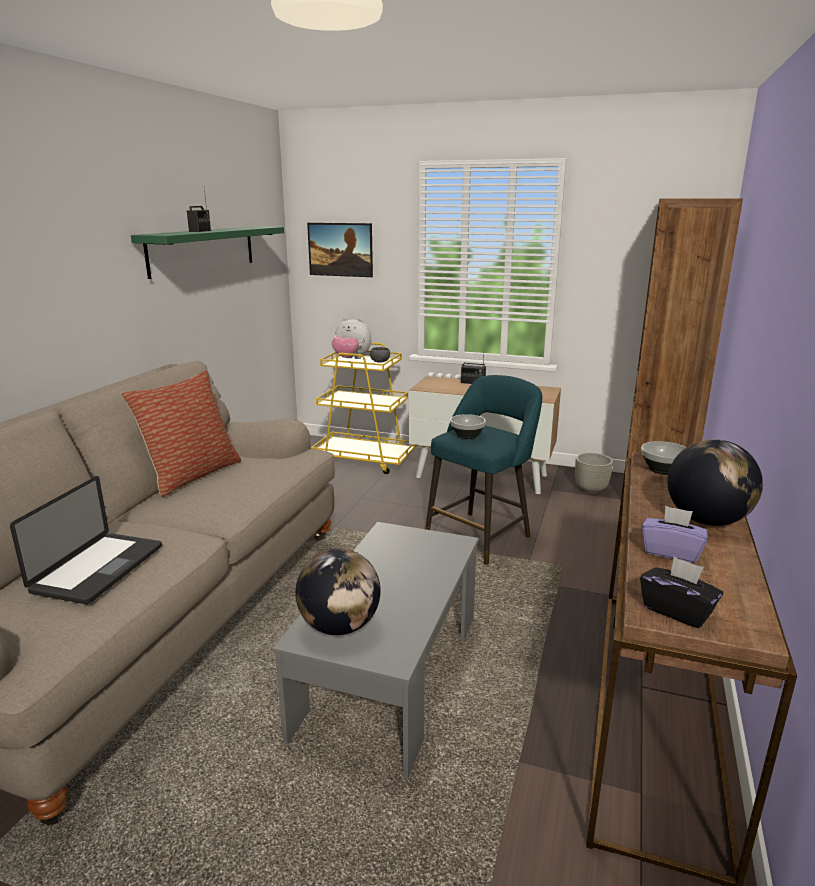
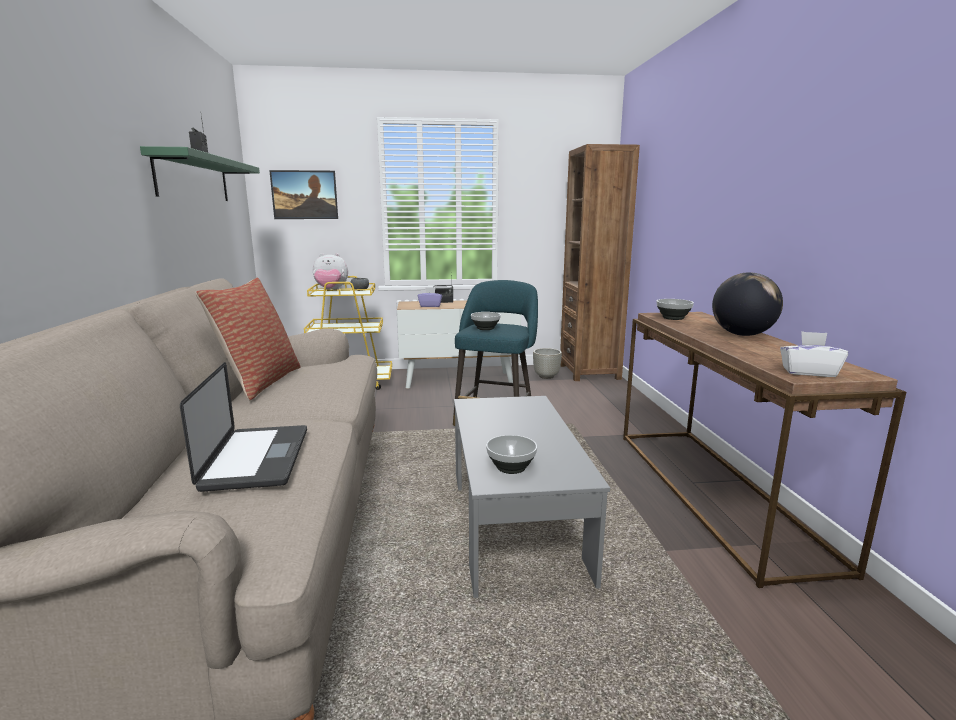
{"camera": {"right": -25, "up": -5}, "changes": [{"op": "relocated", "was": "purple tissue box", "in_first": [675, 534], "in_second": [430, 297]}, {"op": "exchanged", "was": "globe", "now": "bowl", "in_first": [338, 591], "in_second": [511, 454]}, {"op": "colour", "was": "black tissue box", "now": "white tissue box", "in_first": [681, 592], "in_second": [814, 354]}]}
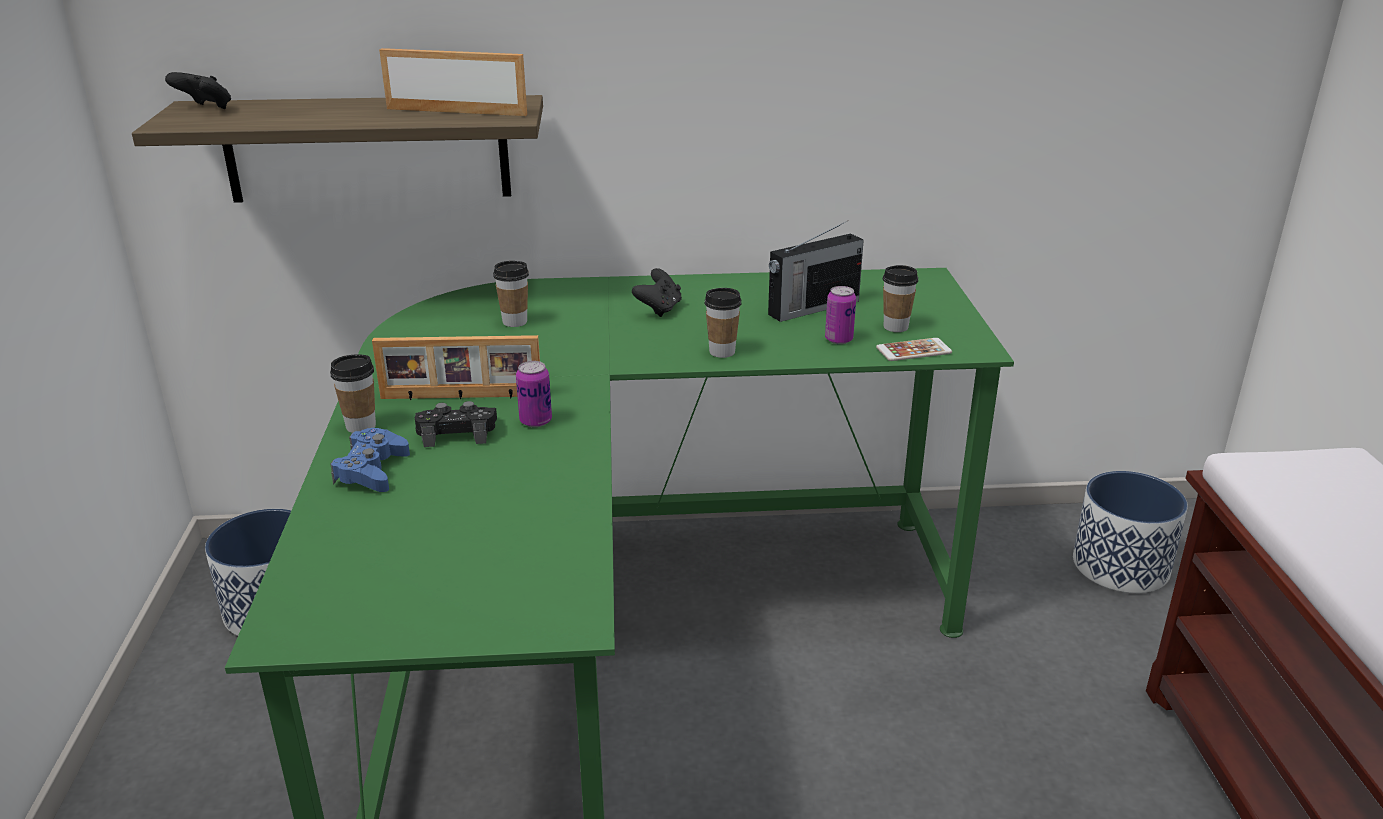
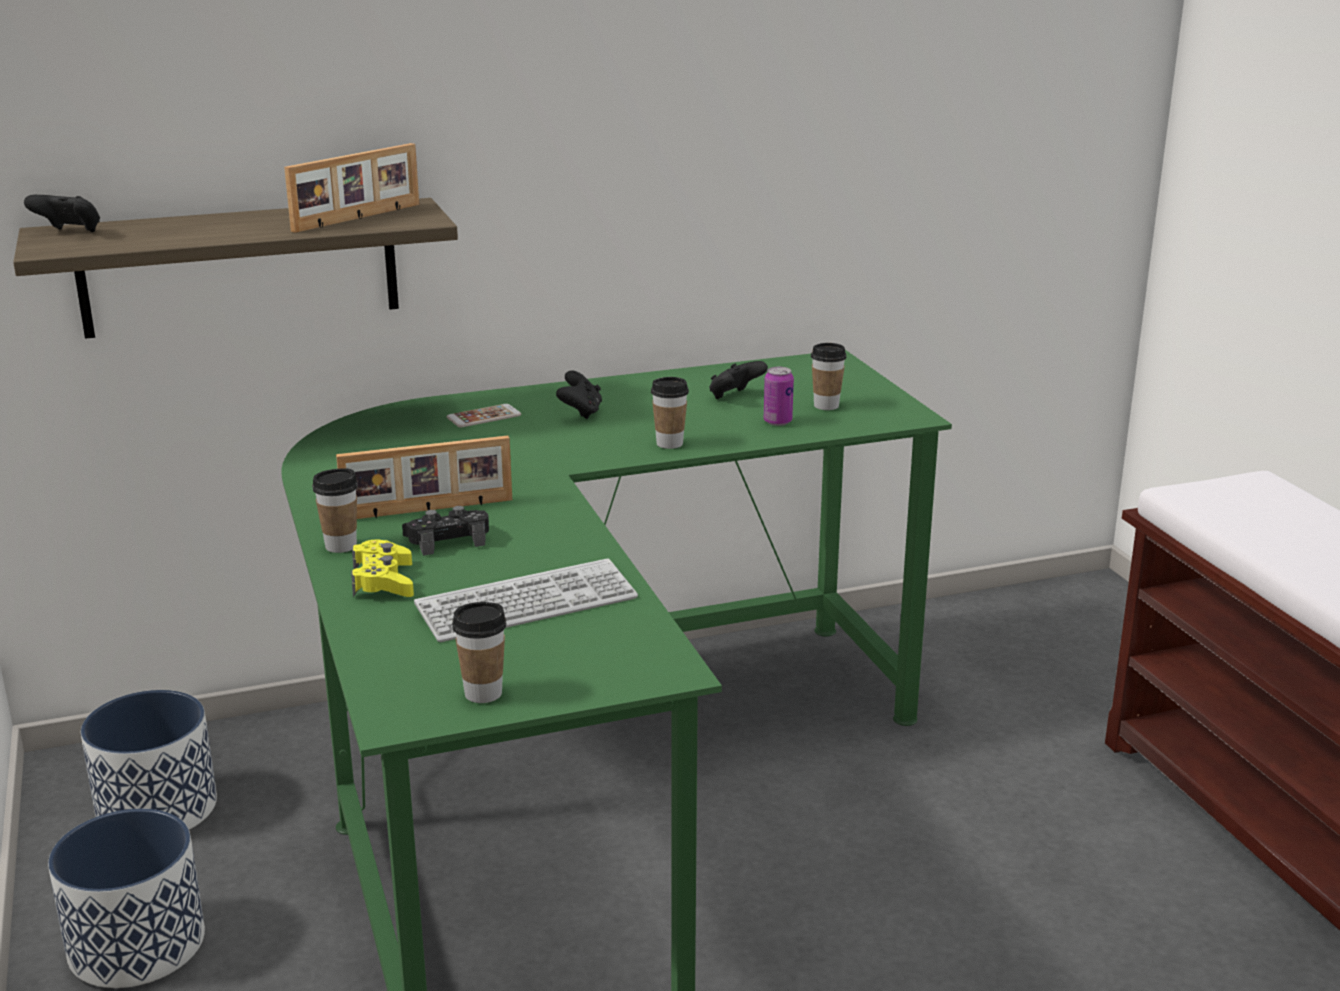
{"camera": {"right": -15, "up": -5}, "changes": [{"op": "relocated", "was": "planter", "in_first": [1130, 532], "in_second": [126, 898]}, {"op": "spun", "was": "picture frame", "in_first": [453, 82], "in_second": [351, 188], "clockwise": 135}, {"op": "colour", "was": "blue game controller", "now": "yellow game controller", "in_first": [370, 460], "in_second": [382, 568]}, {"op": "appeared", "now": "keyboard", "in_second": [526, 600]}, {"op": "relocated", "was": "phone", "in_first": [914, 349], "in_second": [484, 415]}, {"op": "relocated", "was": "cup", "in_first": [511, 294], "in_second": [479, 652]}, {"op": "exchanged", "was": "radio", "now": "black game controller", "in_first": [816, 271], "in_second": [738, 380]}, {"op": "missing", "was": "can", "in_first": [534, 394]}]}
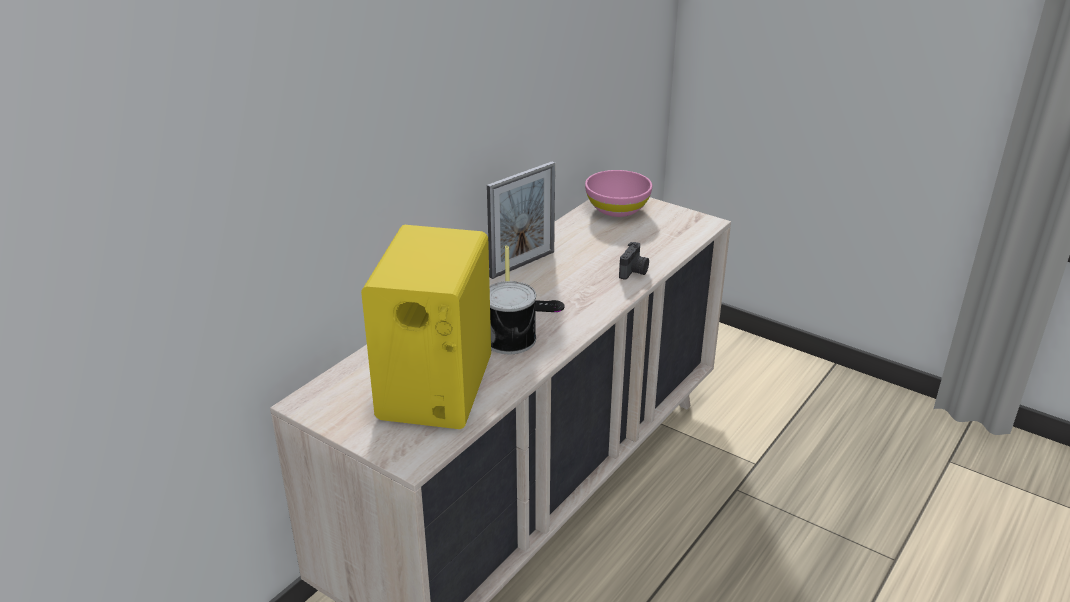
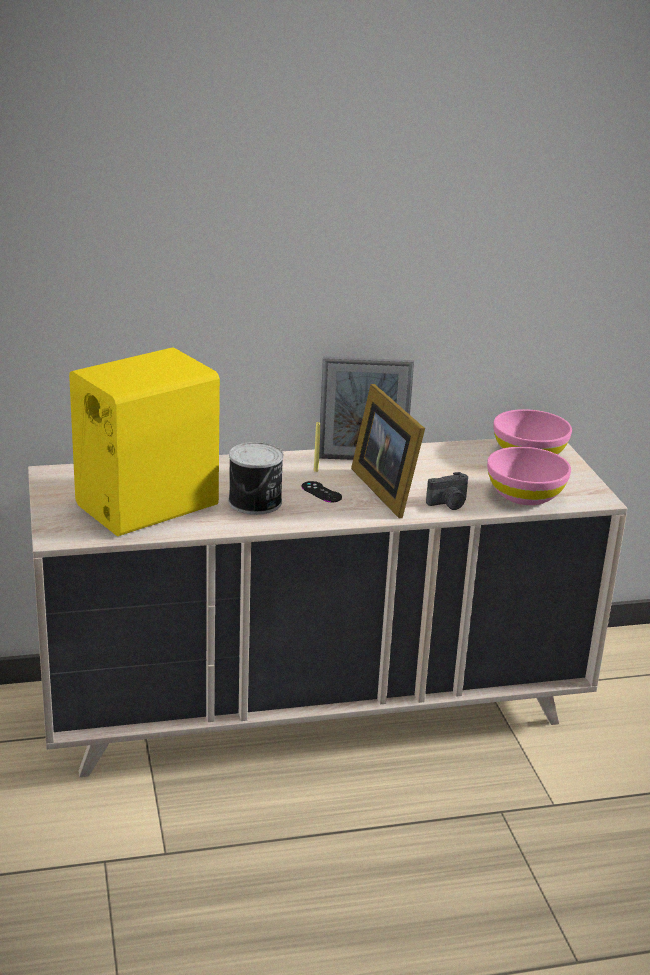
{"camera": {"right": 40, "up": -5}, "changes": [{"op": "appeared", "now": "picture frame", "in_second": [388, 451]}, {"op": "appeared", "now": "pink bowl", "in_second": [529, 476]}]}
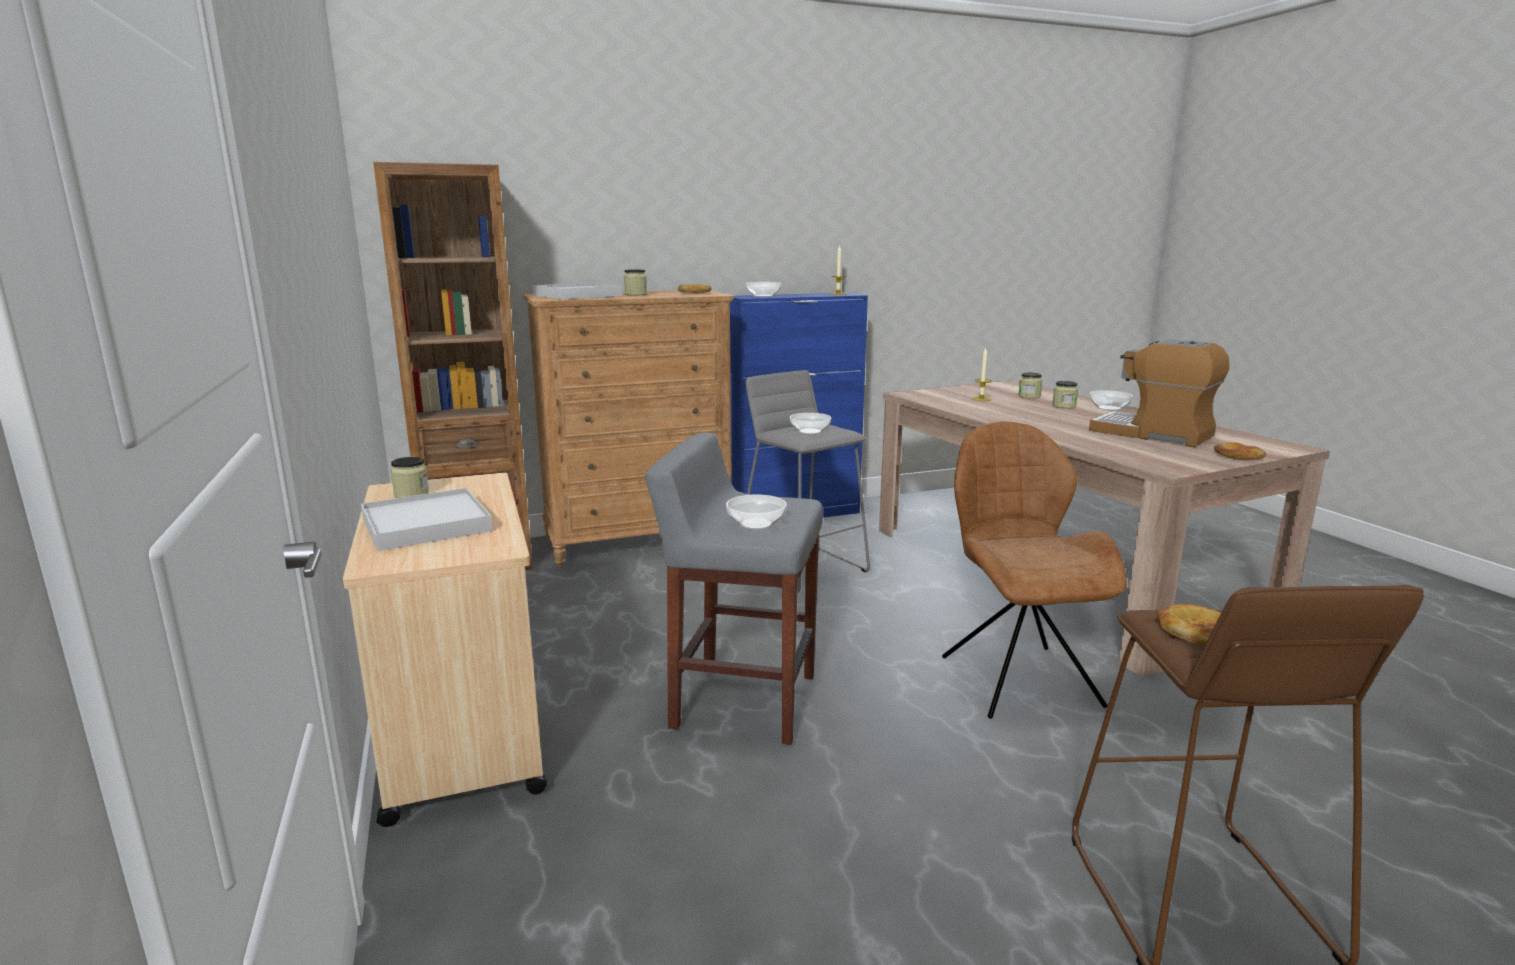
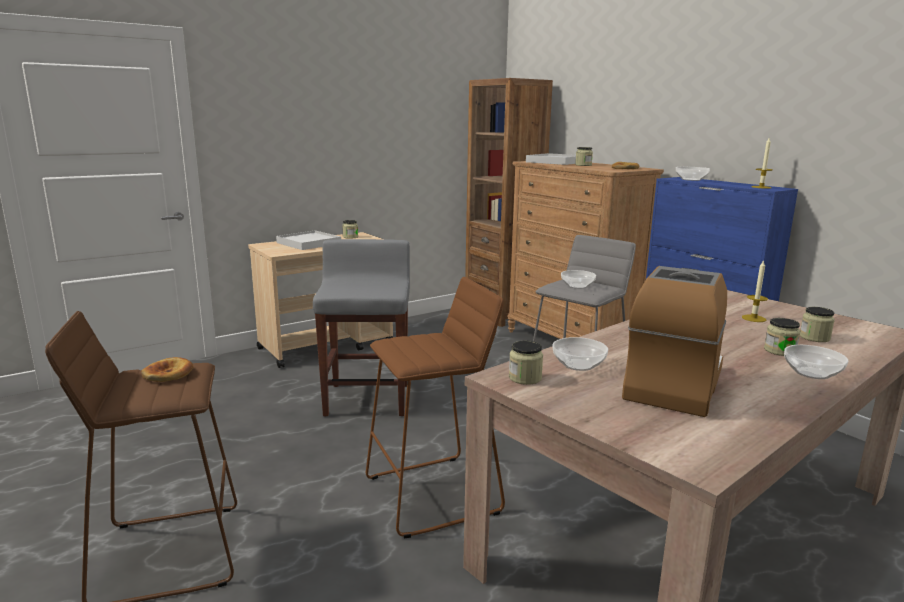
{"camera": {"right": 75, "up": 0}, "changes": [{"op": "exchanged", "was": "brown chair", "now": "brown stool", "in_first": [1034, 570], "in_second": [435, 407]}, {"op": "appeared", "now": "jar", "in_second": [526, 363]}, {"op": "relocated", "was": "bowl", "in_first": [756, 512], "in_second": [580, 354]}, {"op": "missing", "was": "bread", "in_first": [1240, 450]}]}
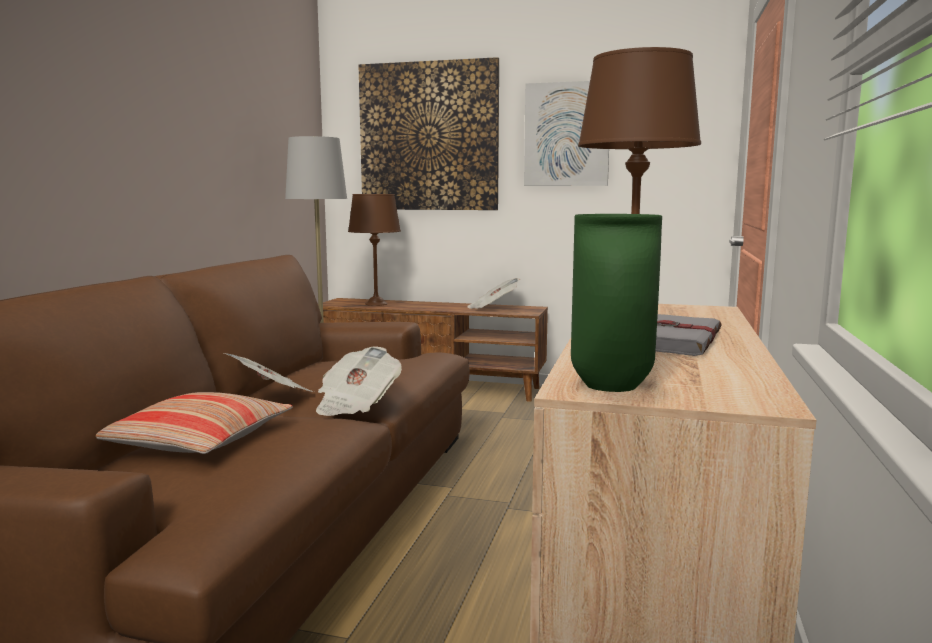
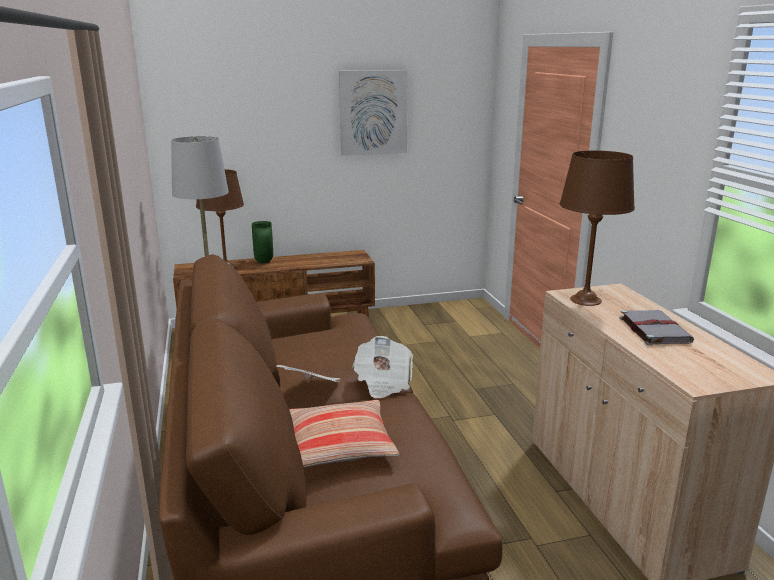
{"camera": {"right": -30, "up": 10}, "changes": [{"op": "relocated", "was": "green vase", "in_first": [616, 303], "in_second": [262, 242]}, {"op": "missing", "was": "picture", "in_first": [428, 133]}, {"op": "missing", "was": "newspaper", "in_first": [493, 293]}]}
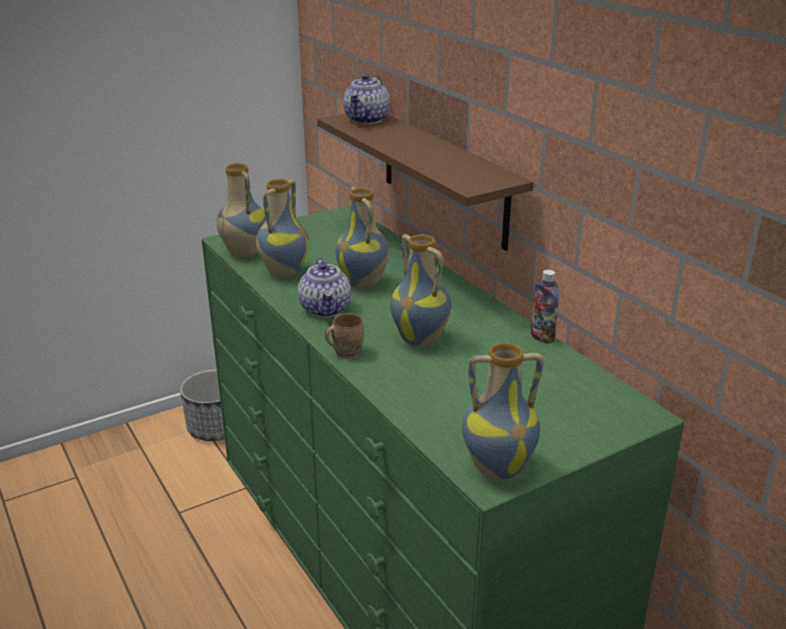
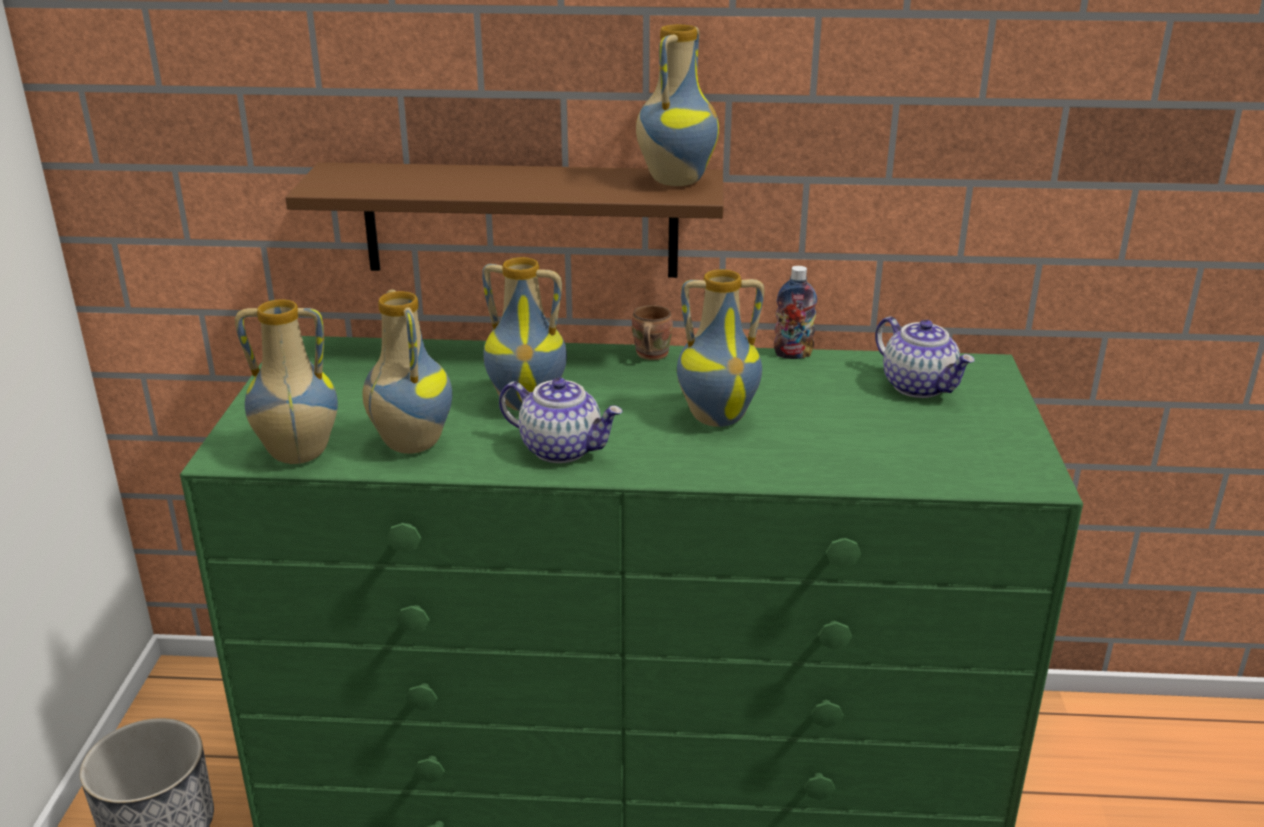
{"camera": {"right": -55, "up": 0}, "changes": [{"op": "relocated", "was": "brown mug", "in_first": [344, 336], "in_second": [652, 332]}, {"op": "relocated", "was": "vase", "in_first": [503, 411], "in_second": [677, 105]}, {"op": "relocated", "was": "teapot", "in_first": [366, 99], "in_second": [924, 357]}]}
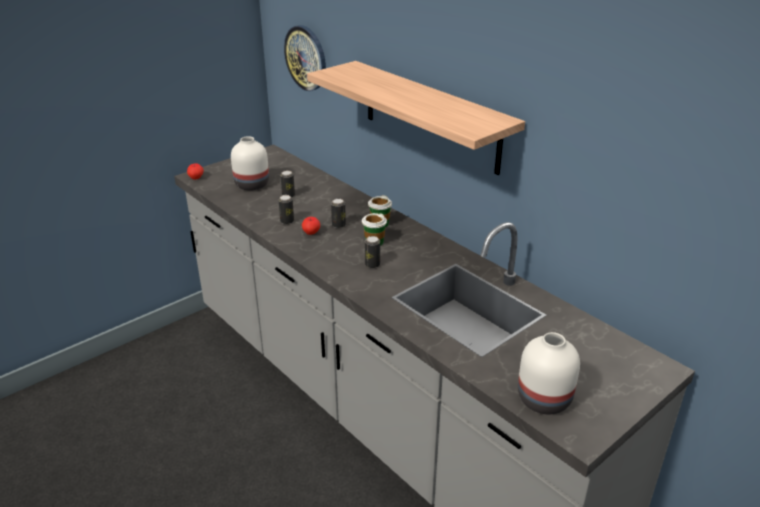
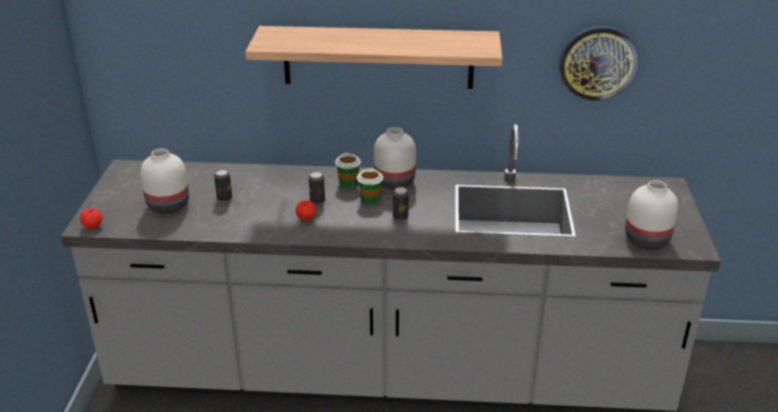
{"camera": {"right": -45, "up": 0}, "changes": [{"op": "appeared", "now": "white vase", "in_second": [395, 158]}, {"op": "relocated", "was": "wall clock", "in_first": [305, 58], "in_second": [599, 63]}, {"op": "missing", "was": "can", "in_first": [286, 209]}]}
